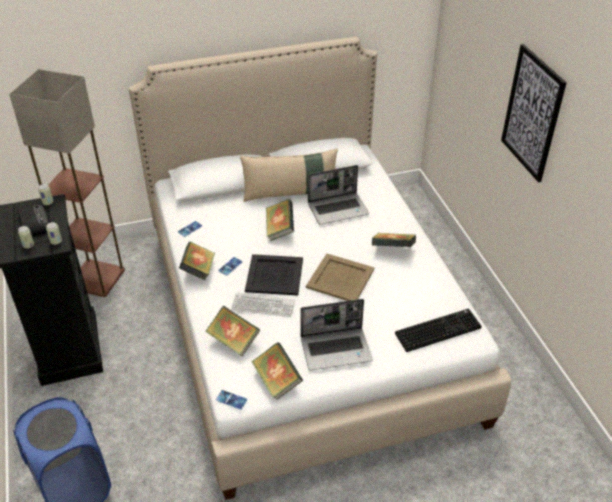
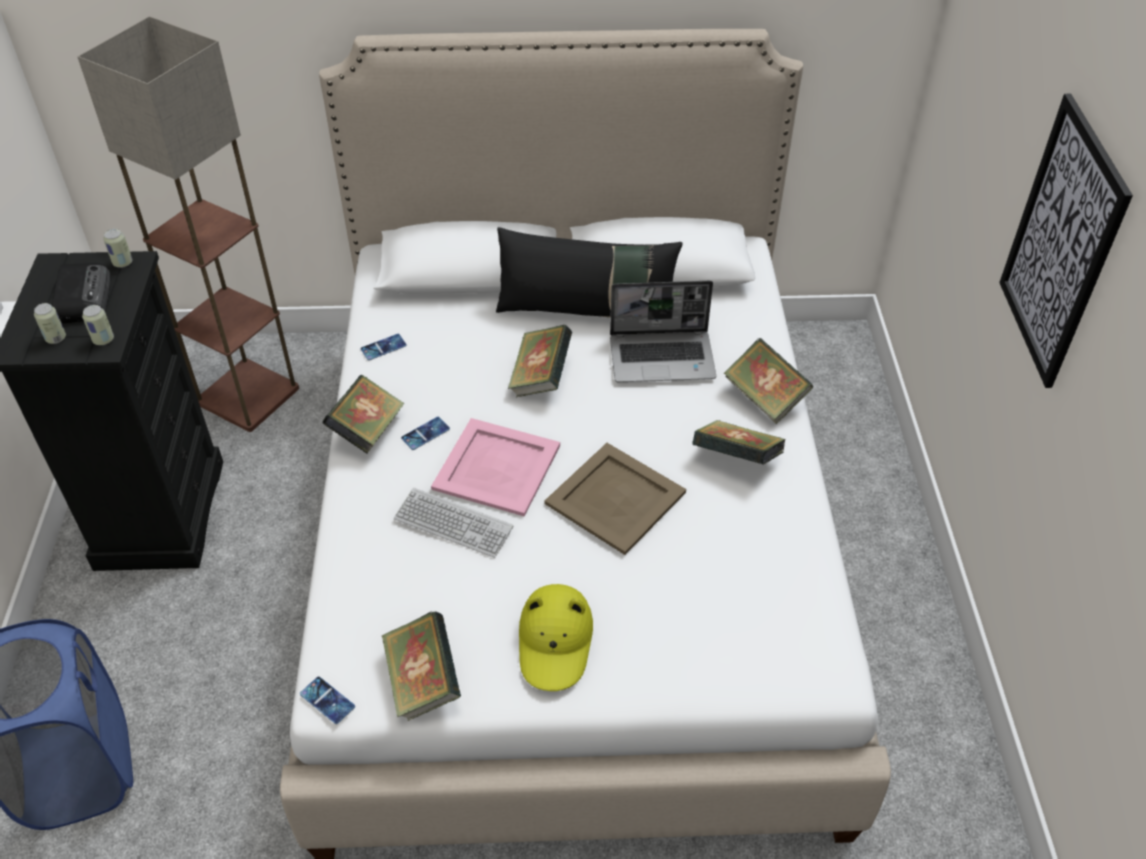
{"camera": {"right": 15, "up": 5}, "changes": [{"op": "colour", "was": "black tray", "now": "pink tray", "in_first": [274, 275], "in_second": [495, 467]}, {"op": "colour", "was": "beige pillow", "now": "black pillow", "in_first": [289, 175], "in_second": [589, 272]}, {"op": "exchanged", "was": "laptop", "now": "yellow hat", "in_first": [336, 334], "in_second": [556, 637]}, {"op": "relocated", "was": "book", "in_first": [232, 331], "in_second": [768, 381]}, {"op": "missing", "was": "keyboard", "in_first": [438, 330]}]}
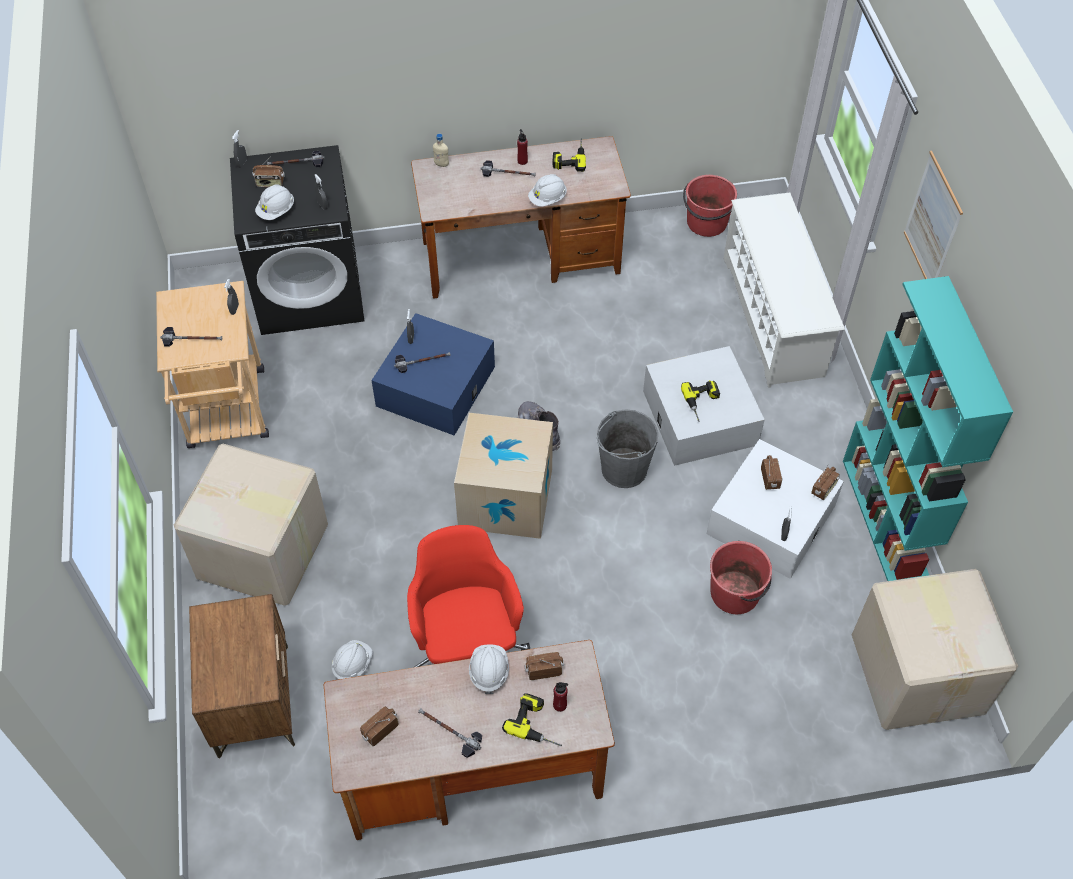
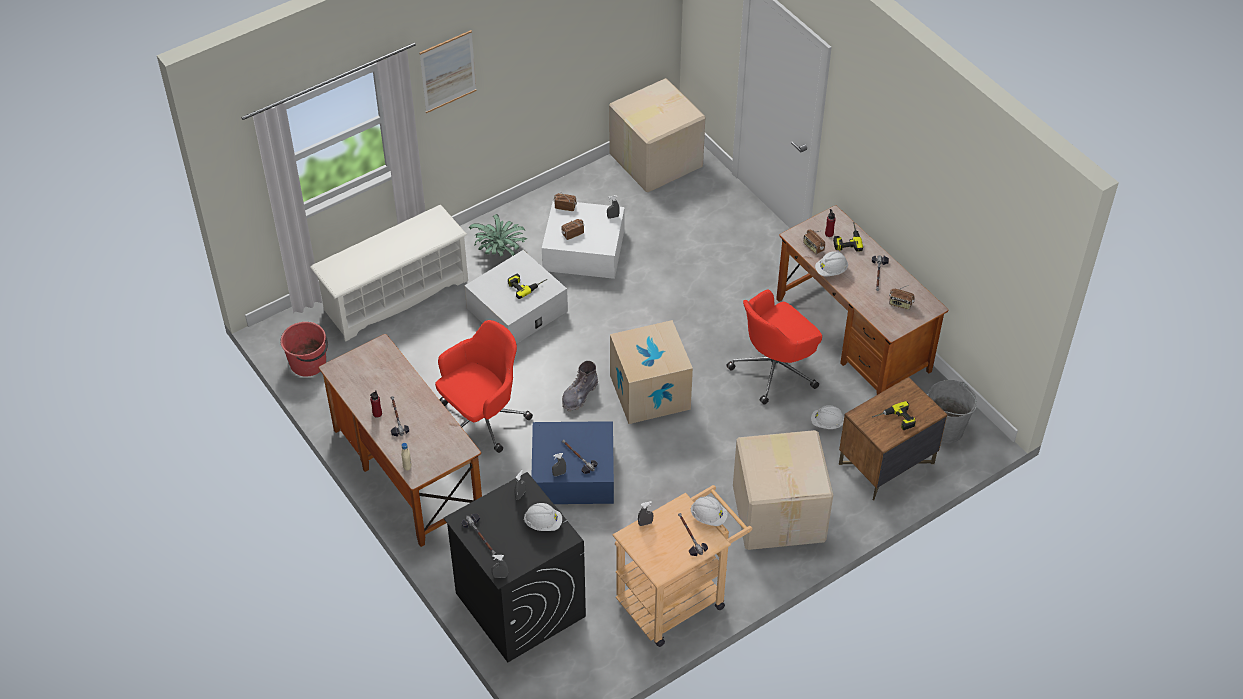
{"camera": {"right": -115, "up": -5}, "changes": [{"op": "appeared", "now": "red office chair", "in_second": [484, 386]}, {"op": "appeared", "now": "potted plant", "in_second": [498, 235]}, {"op": "relocated", "was": "white hard hat", "in_first": [547, 190], "in_second": [709, 511]}, {"op": "relocated", "was": "power drill", "in_first": [569, 155], "in_second": [894, 415]}, {"op": "relocated", "was": "grey bucket", "in_first": [627, 448], "in_second": [952, 412]}, {"op": "missing", "was": "radio", "in_first": [269, 171]}, {"op": "missing", "was": "red bucket", "in_first": [741, 577]}, {"op": "missing", "was": "turquoise bookcase", "in_first": [928, 428]}]}
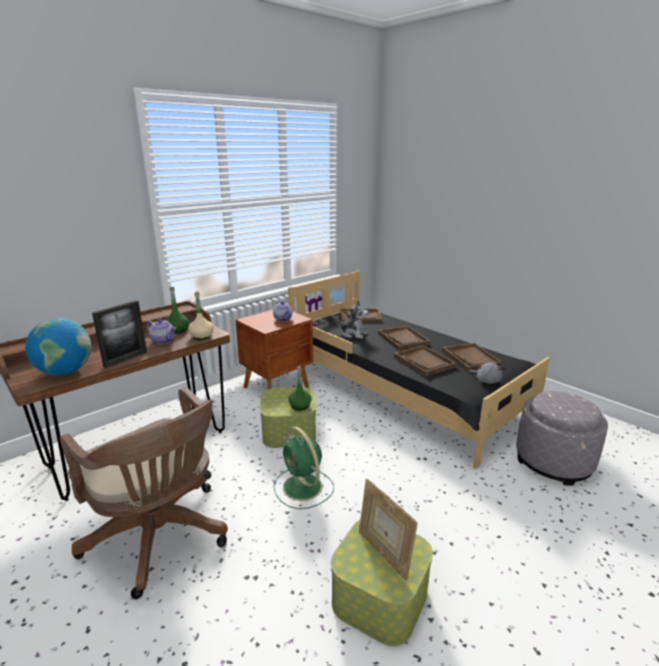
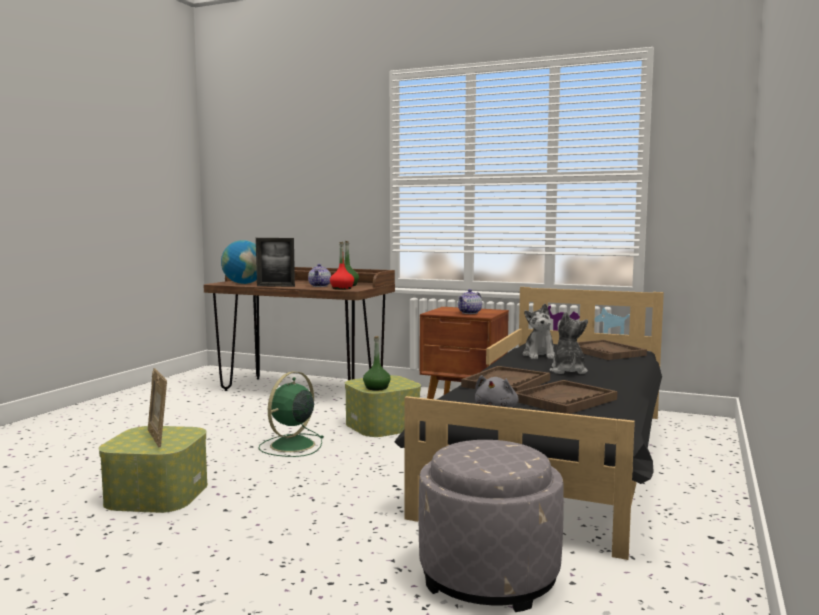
{"camera": {"right": 65, "up": -15}, "changes": [{"op": "spun", "was": "picture frame", "in_first": [388, 530], "in_second": [157, 407], "clockwise": -60}, {"op": "colour", "was": "beige bottle", "now": "red bottle", "in_first": [201, 315], "in_second": [342, 266]}, {"op": "exchanged", "was": "brown tray", "now": "plush toy", "in_first": [404, 338], "in_second": [569, 342]}, {"op": "missing", "was": "brown office chair", "in_first": [144, 493]}]}
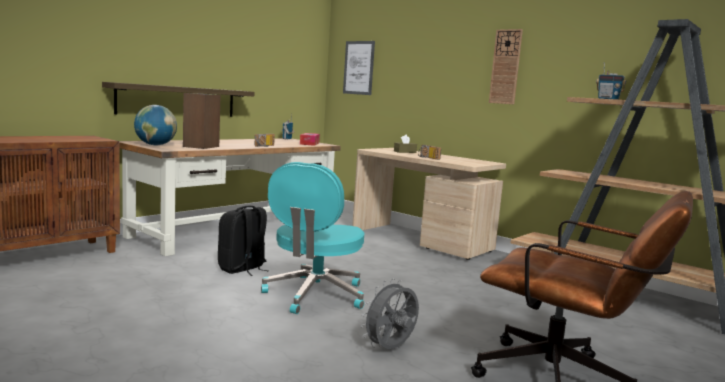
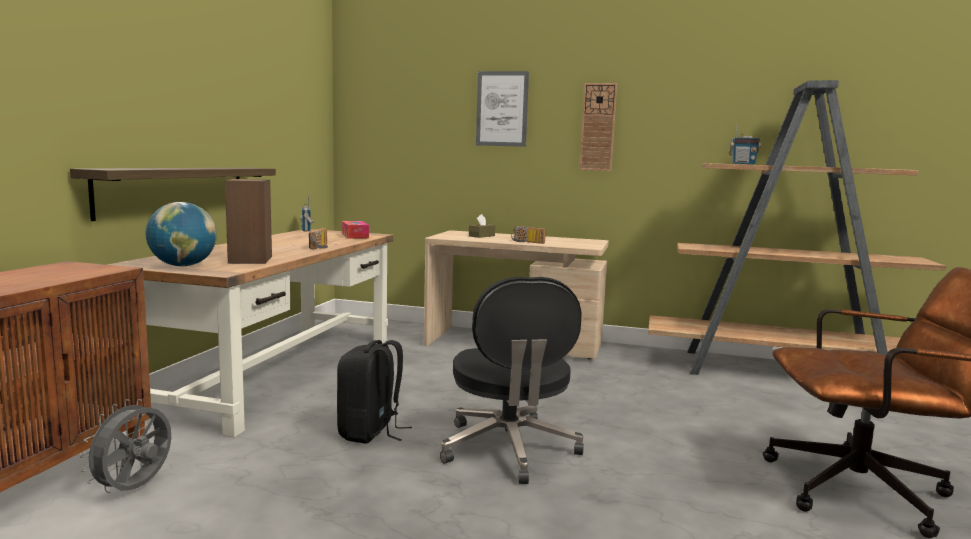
{"camera": {"right": -25, "up": 0}, "changes": [{"op": "relocated", "was": "grey fan", "in_first": [390, 314], "in_second": [125, 446]}, {"op": "colour", "was": "turquoise office chair", "now": "black office chair", "in_first": [312, 238], "in_second": [512, 380]}, {"op": "relocated", "was": "picture", "in_first": [359, 68], "in_second": [502, 109]}]}
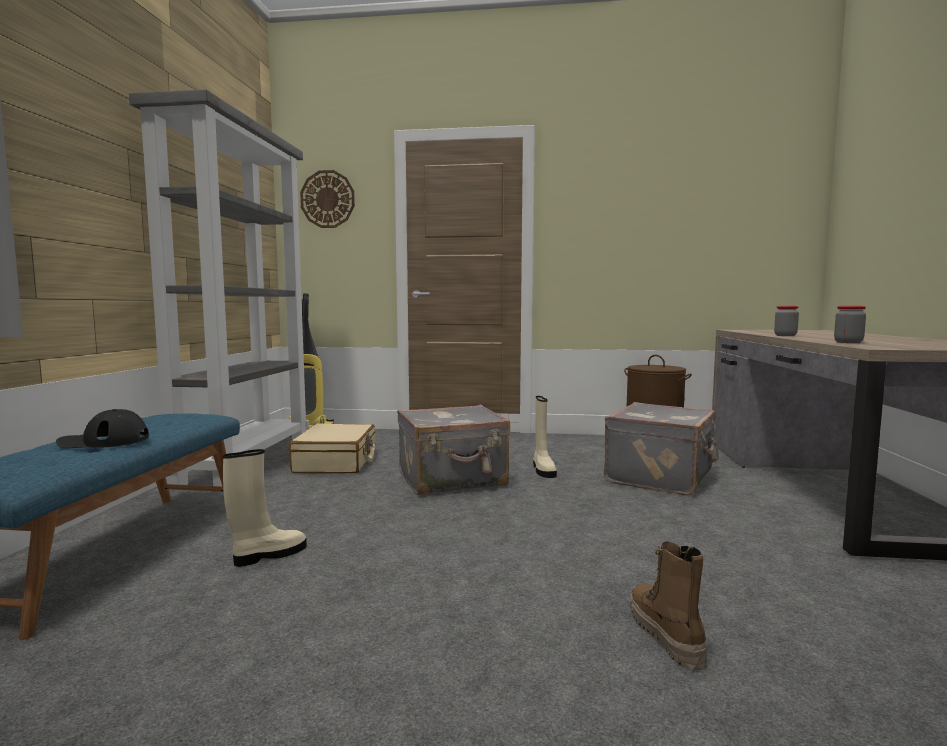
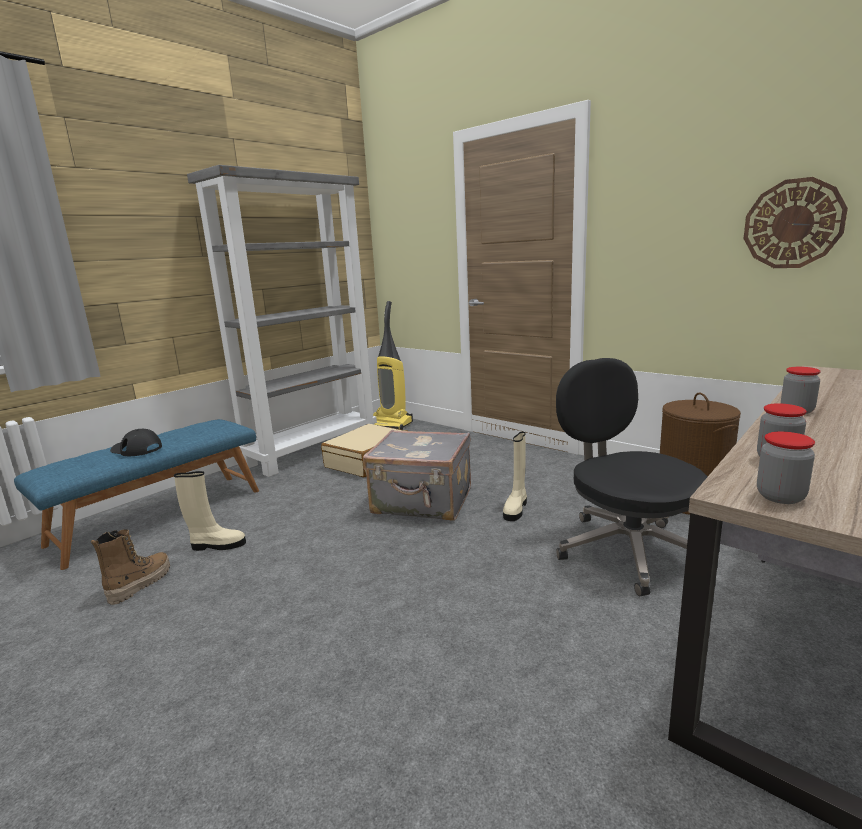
{"camera": {"right": 35, "up": 10}, "changes": [{"op": "relocated", "was": "boot", "in_first": [669, 606], "in_second": [130, 567]}, {"op": "exchanged", "was": "grey suitcase", "now": "black office chair", "in_first": [661, 448], "in_second": [632, 477]}, {"op": "relocated", "was": "wall clock", "in_first": [327, 199], "in_second": [795, 222]}, {"op": "appeared", "now": "jar", "in_second": [786, 467]}]}
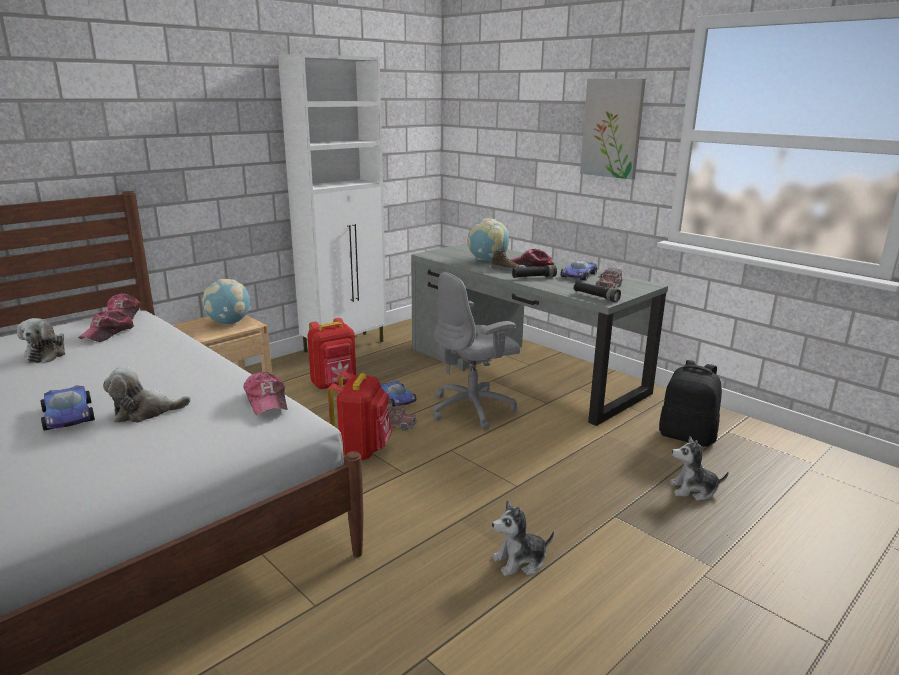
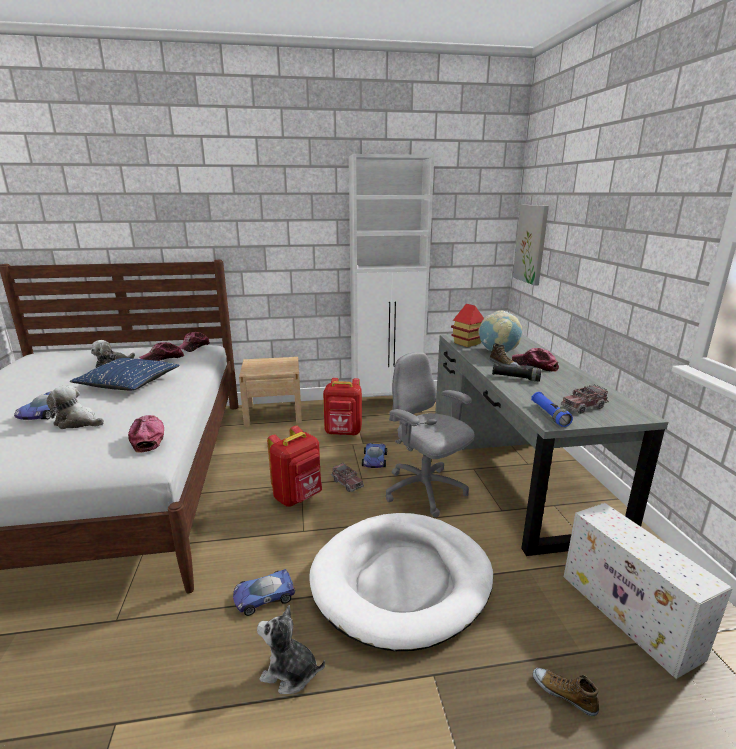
{"camera": {"right": 35, "up": 0}, "changes": [{"op": "appeared", "now": "blue pillow", "in_second": [125, 374]}, {"op": "spun", "was": "cap", "in_first": [265, 393], "in_second": [146, 434], "clockwise": 150}, {"op": "relocated", "was": "toy car", "in_first": [578, 270], "in_second": [264, 592]}, {"op": "appeared", "now": "white dog bed", "in_second": [401, 582]}, {"op": "spun", "was": "grey office chair", "in_first": [476, 351], "in_second": [430, 434], "clockwise": 45}, {"op": "appeared", "now": "toy house", "in_second": [467, 325]}, {"op": "relocated", "was": "picture", "in_first": [613, 129], "in_second": [531, 245]}, {"op": "colour", "was": "black flashlight", "now": "blue flashlight", "in_first": [597, 291], "in_second": [552, 409]}, {"op": "exchanged", "was": "plush toy", "now": "shoe", "in_first": [699, 468], "in_second": [566, 692]}, {"op": "exchanged", "was": "black backpack", "now": "white storage box", "in_first": [690, 403], "in_second": [648, 591]}, {"op": "missing", "was": "globe", "in_first": [226, 302]}]}
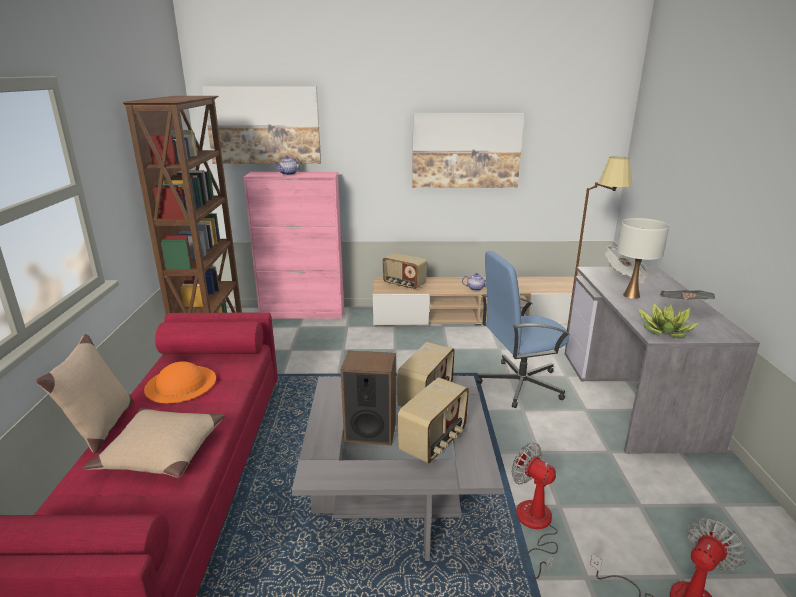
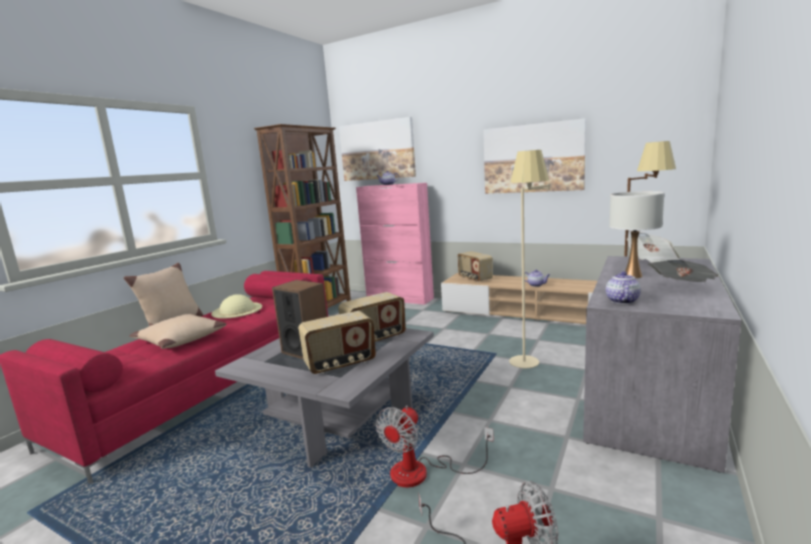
{"camera": {"right": 30, "up": -10}, "changes": [{"op": "colour", "was": "orange hat", "now": "beige hat", "in_first": [180, 382], "in_second": [236, 306]}, {"op": "spun", "was": "fan", "in_first": [534, 511], "in_second": [435, 446], "clockwise": -135}, {"op": "exchanged", "was": "blue office chair", "now": "beige floor lamp", "in_first": [523, 329], "in_second": [529, 259]}, {"op": "exchanged", "was": "potted plant", "now": "teapot", "in_first": [669, 321], "in_second": [623, 287]}]}
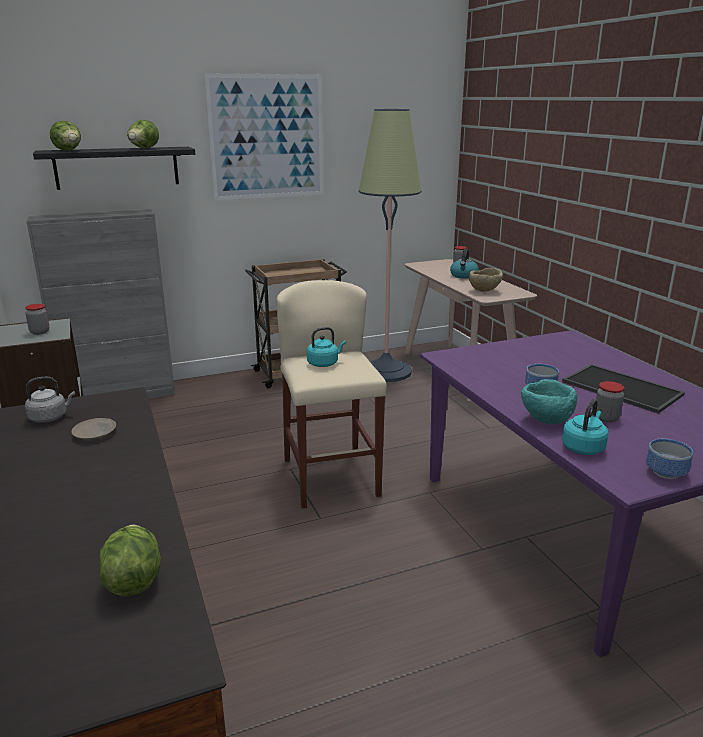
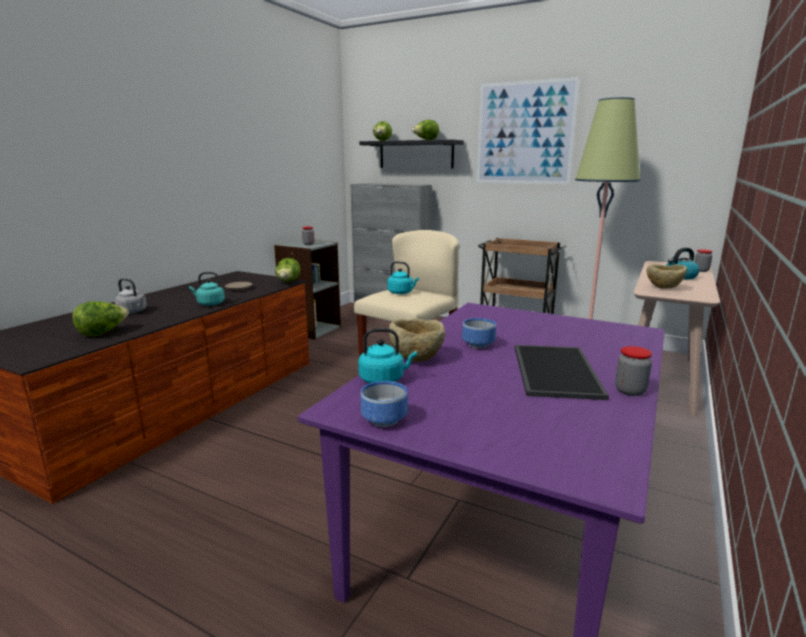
{"camera": {"right": 50, "up": -5}, "changes": [{"op": "relocated", "was": "grey kettle", "in_first": [50, 399], "in_second": [130, 296]}, {"op": "appeared", "now": "turquoise kettle", "in_second": [207, 289]}, {"op": "appeared", "now": "lettuce", "in_second": [287, 270]}, {"op": "colour", "was": "turquoise bowl", "now": "beige bowl", "in_first": [549, 401], "in_second": [417, 340]}, {"op": "relocated", "was": "jar", "in_first": [610, 402], "in_second": [633, 371]}]}
